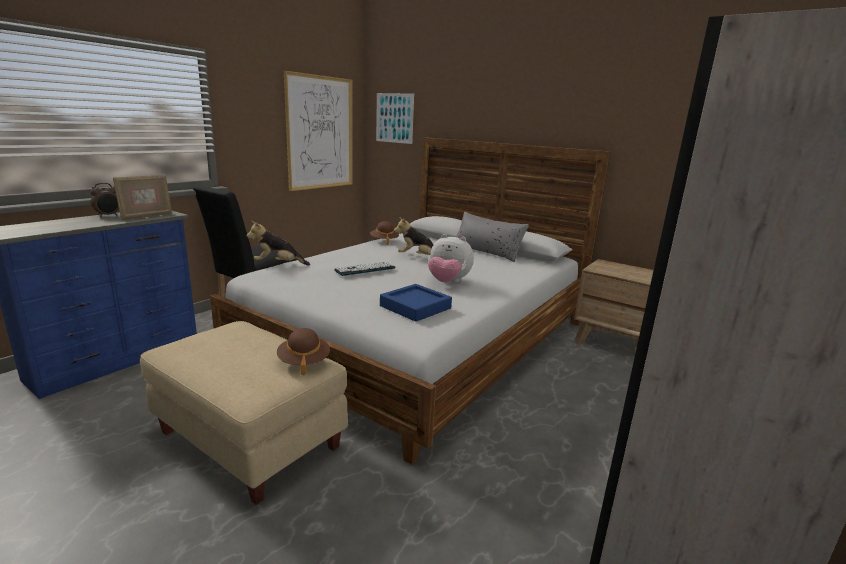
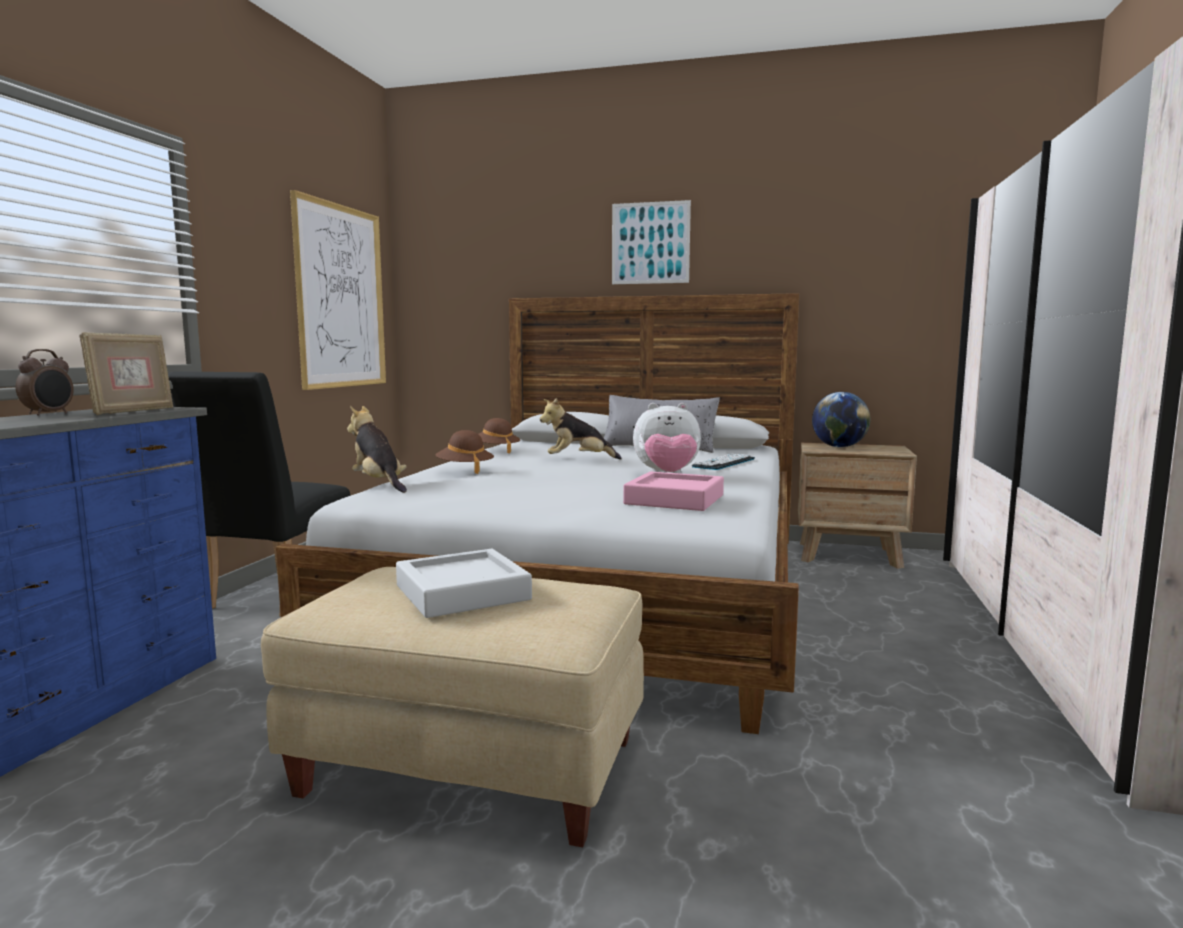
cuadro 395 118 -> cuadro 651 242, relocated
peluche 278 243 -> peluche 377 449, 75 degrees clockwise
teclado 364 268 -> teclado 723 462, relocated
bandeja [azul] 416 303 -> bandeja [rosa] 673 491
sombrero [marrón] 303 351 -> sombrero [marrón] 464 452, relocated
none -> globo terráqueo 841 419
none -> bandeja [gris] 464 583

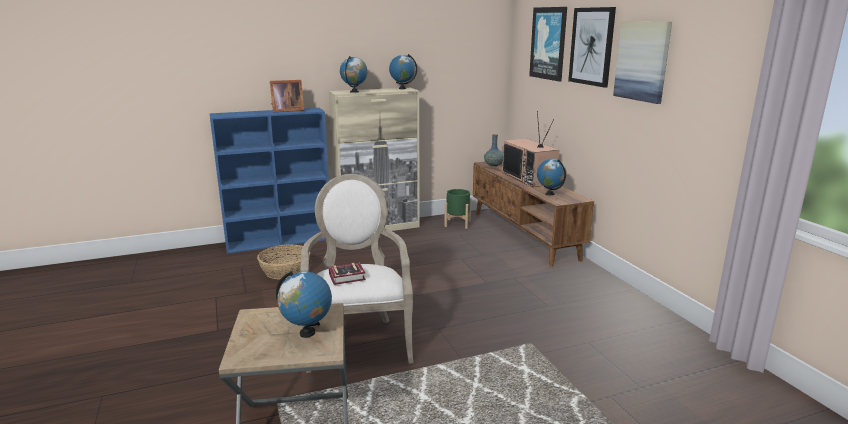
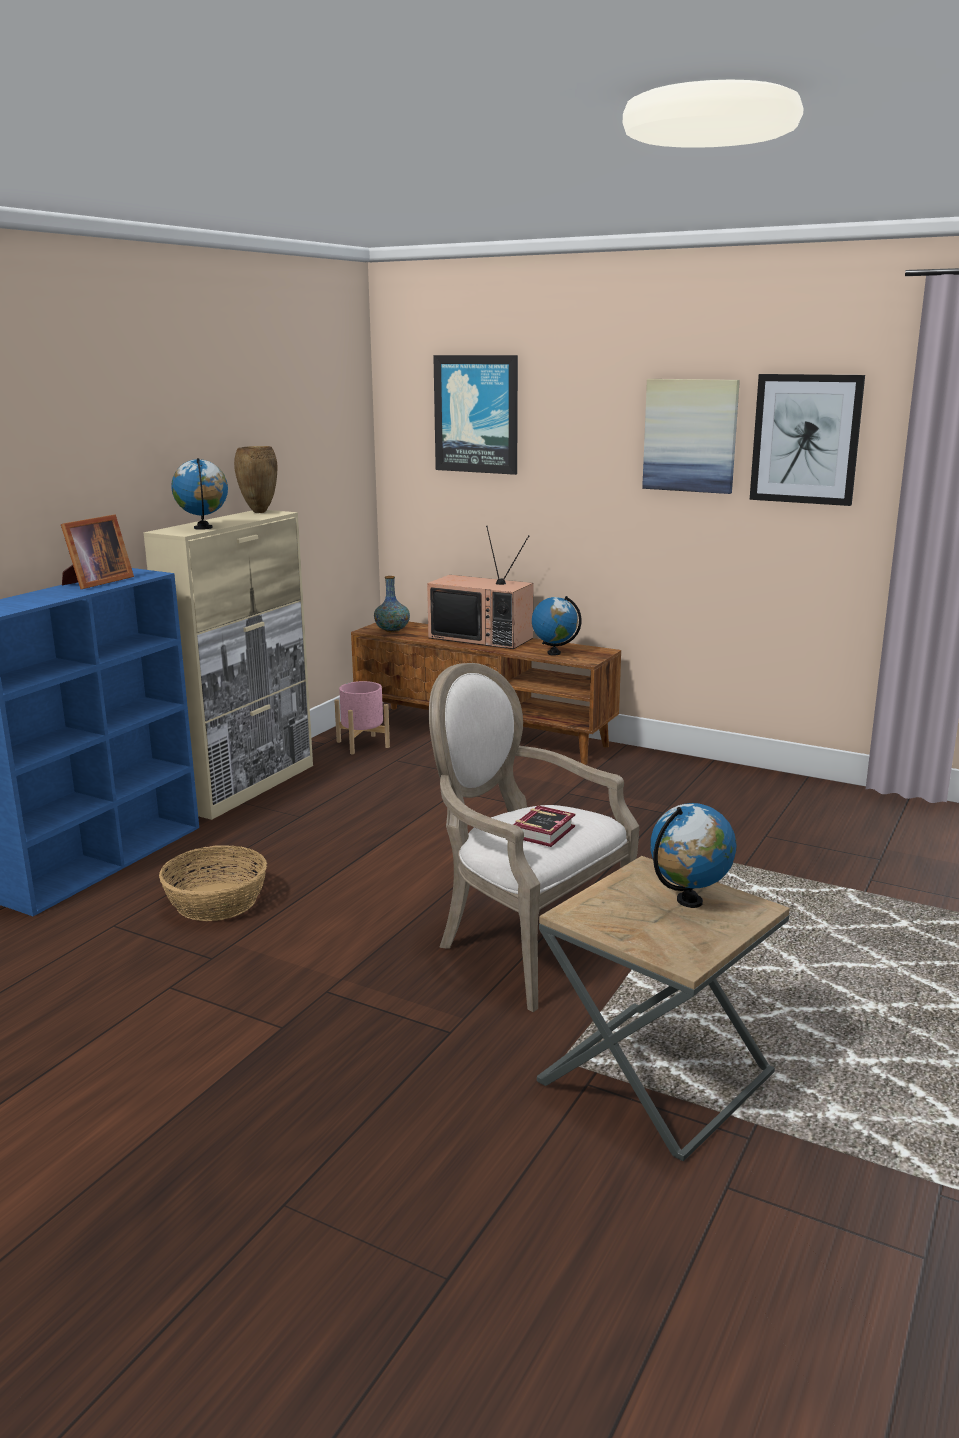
cuadro 592 47 -> cuadro 807 440, relocated
globo terráqueo 403 71 -> florero [marrón] 255 479
maceta [verde] 457 209 -> maceta [rosa] 362 717

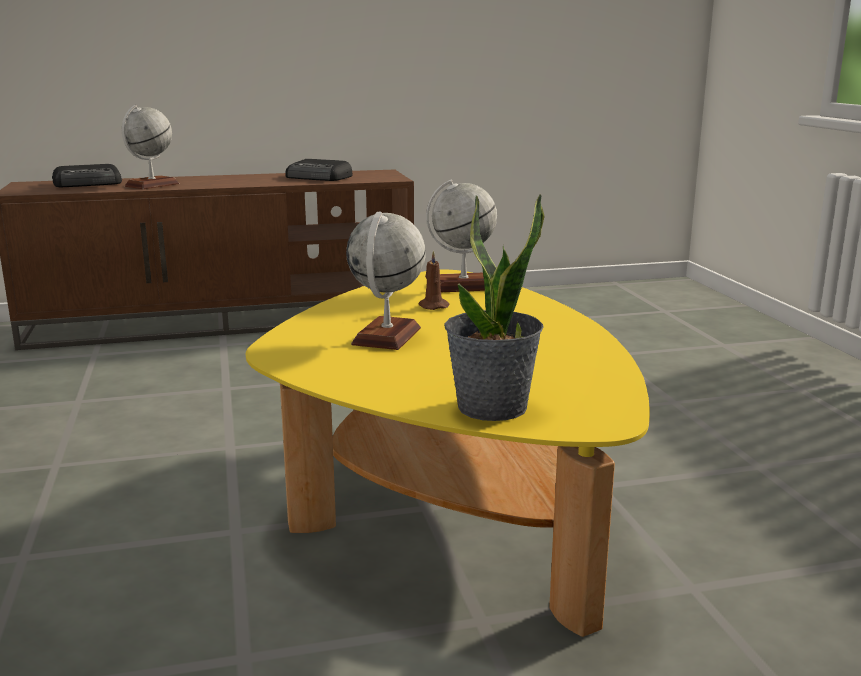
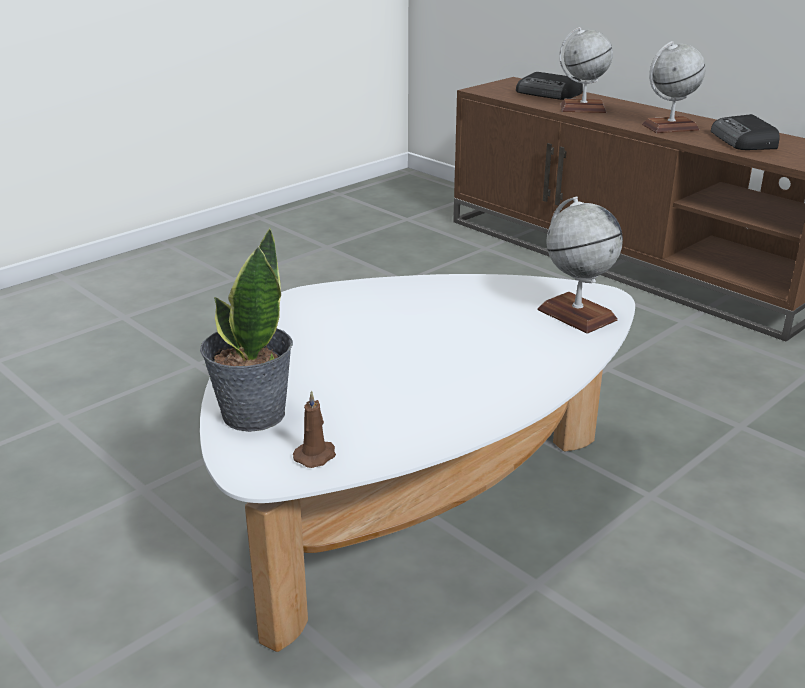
globo terráqueo 385 280 -> globo terráqueo 674 87, relocated
vela [marrón] 434 280 -> vela [marrón] 314 429, relocated
mesa de centro [amarillo] 448 453 -> mesa de centro [blanco] 417 463

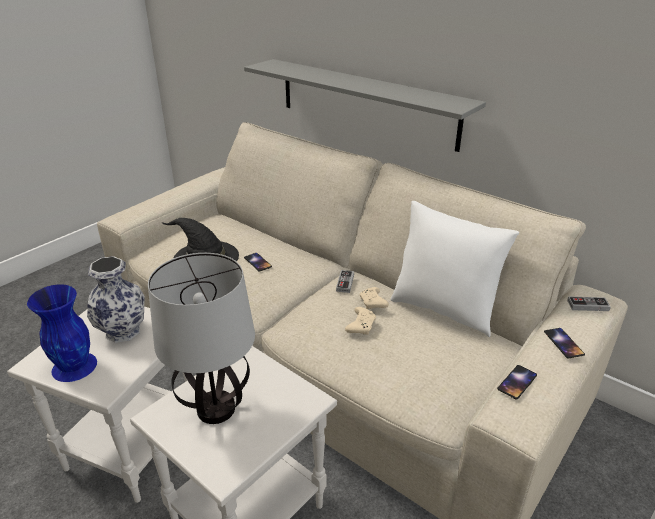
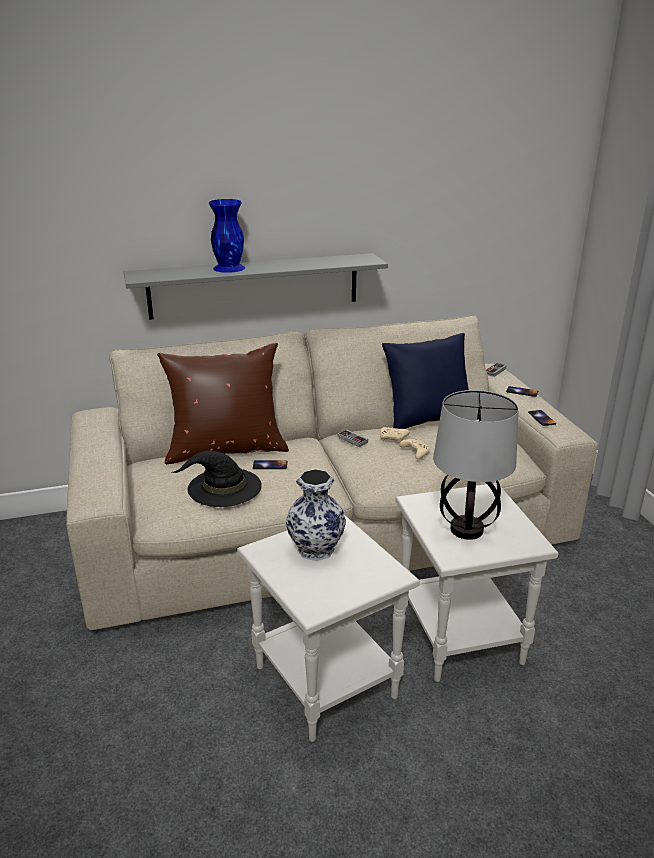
cojín [blanco] 455 269 -> cojín [azul] 425 381
florero [azul] 62 333 -> florero [azul] 227 236, relocated
none -> cojín [marrón] 223 403

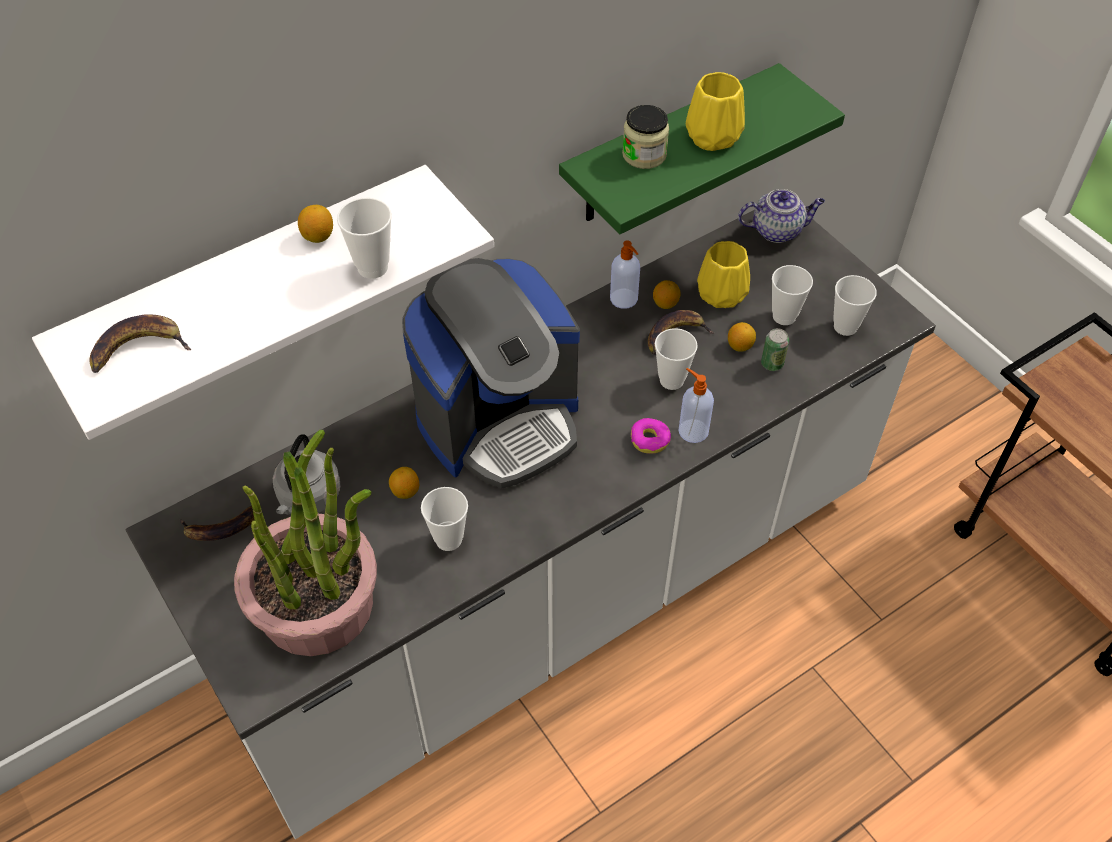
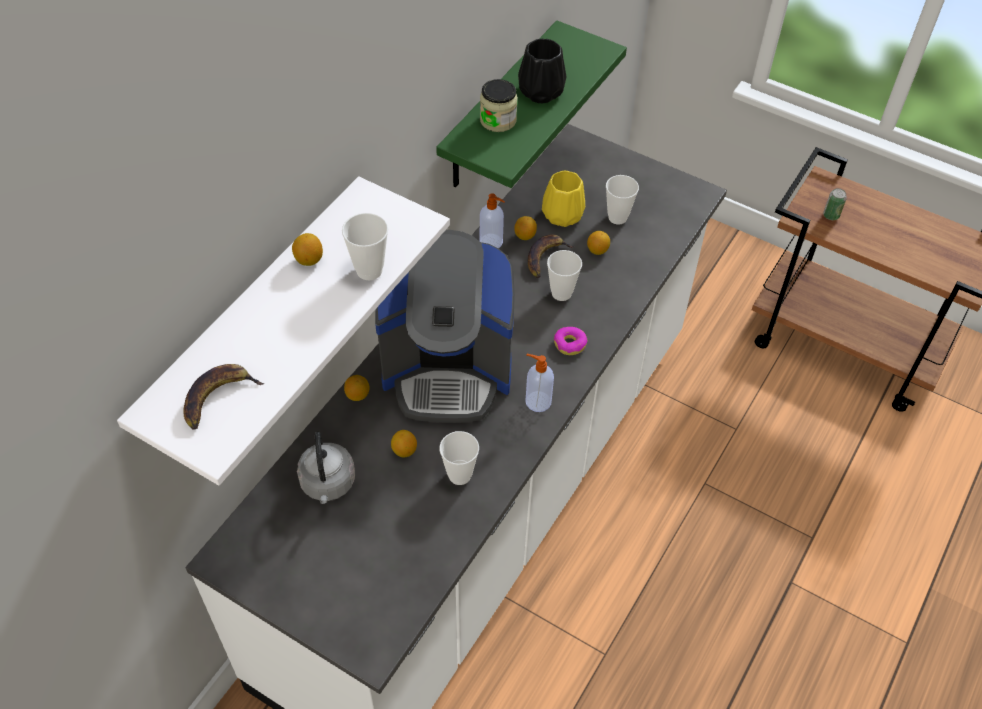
florero [amarillo] 715 111 -> florero [negro] 542 71
tetera 781 216 -> none
cafetera 491 373 -> cafetera 445 326, 60 degrees clockwise
taza 855 305 -> none
lata 775 349 -> lata 835 204, relocated
dispensador de jabón 696 405 -> dispensador de jabón 539 383, relocated
planta en maceta 305 543 -> none
plátano 217 523 -> none
none -> limón 357 388

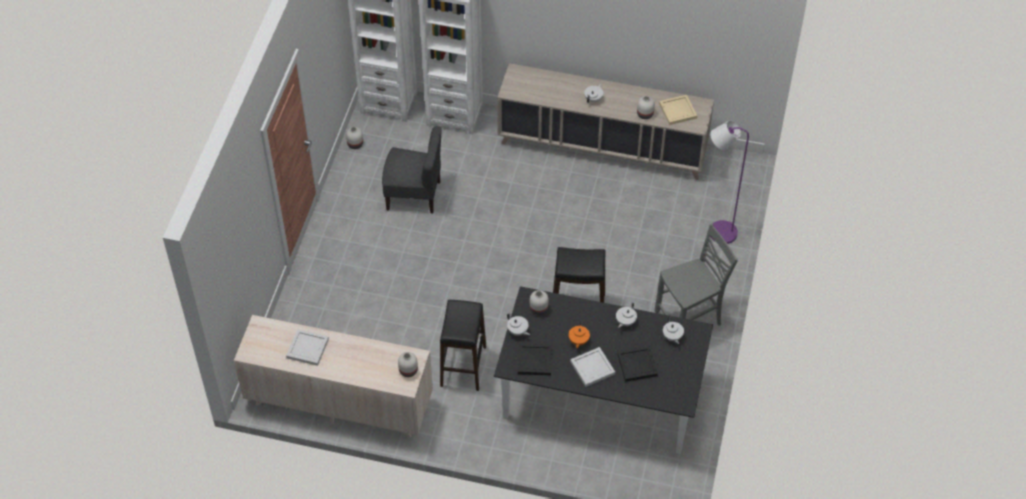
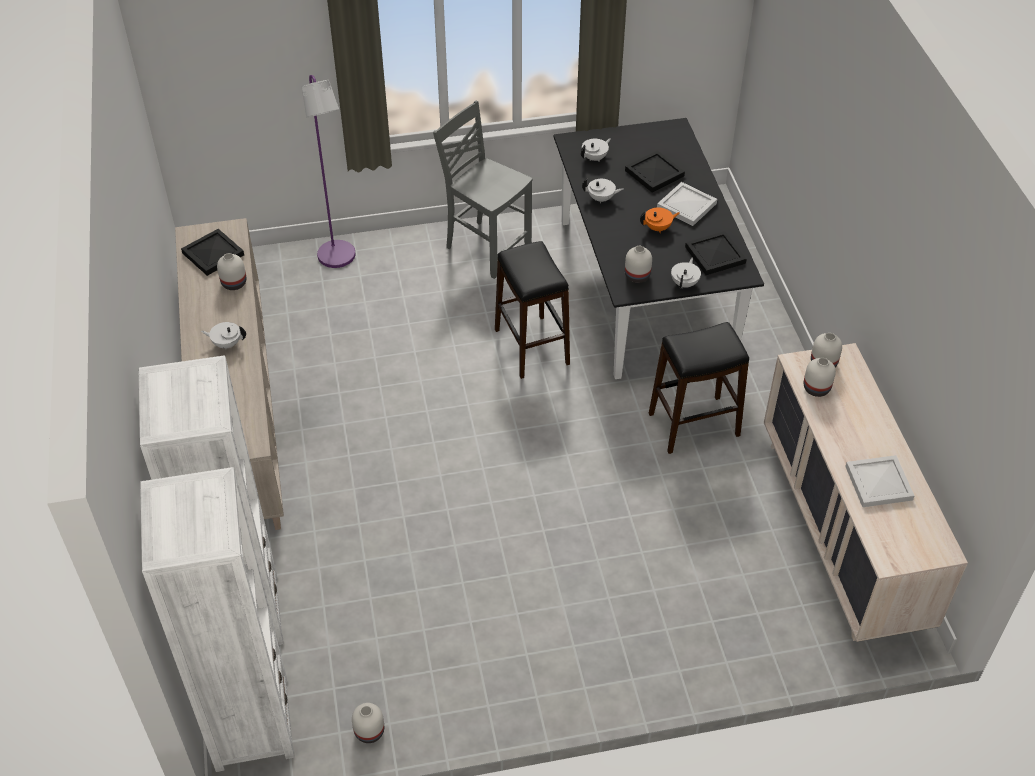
bandeja [beis] 678 110 -> bandeja [negro] 212 252
silla [gris] 412 169 -> none
none -> florero [blanco] 820 377

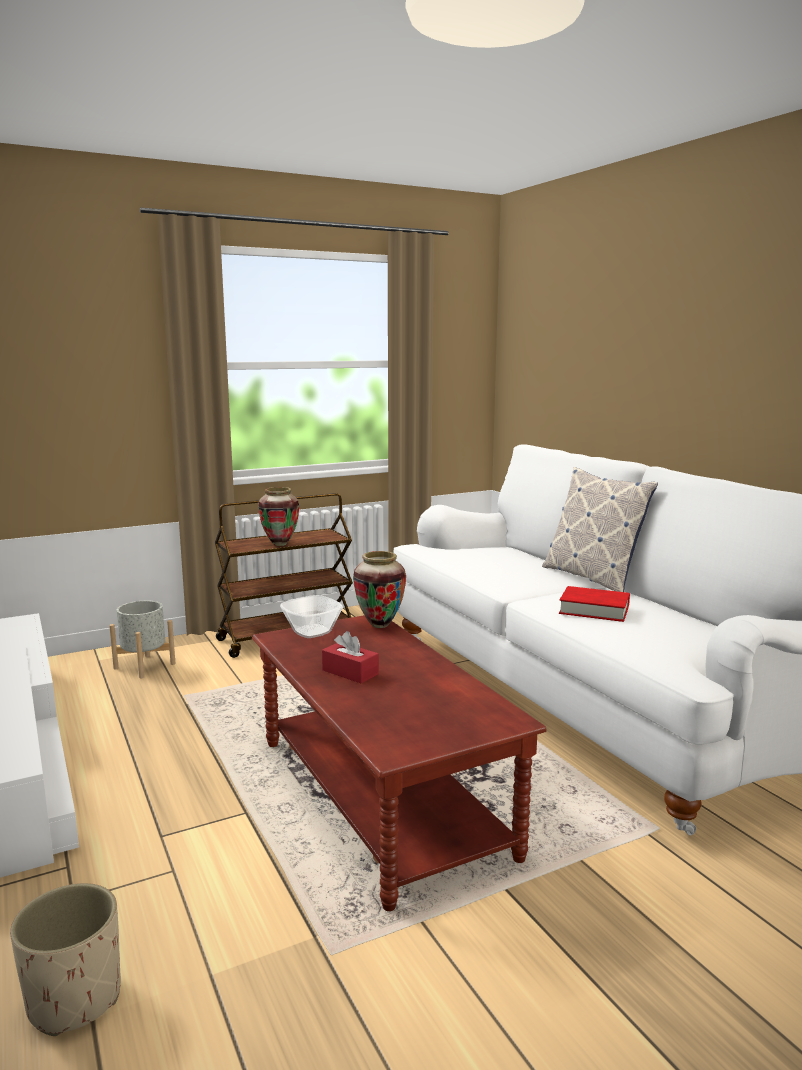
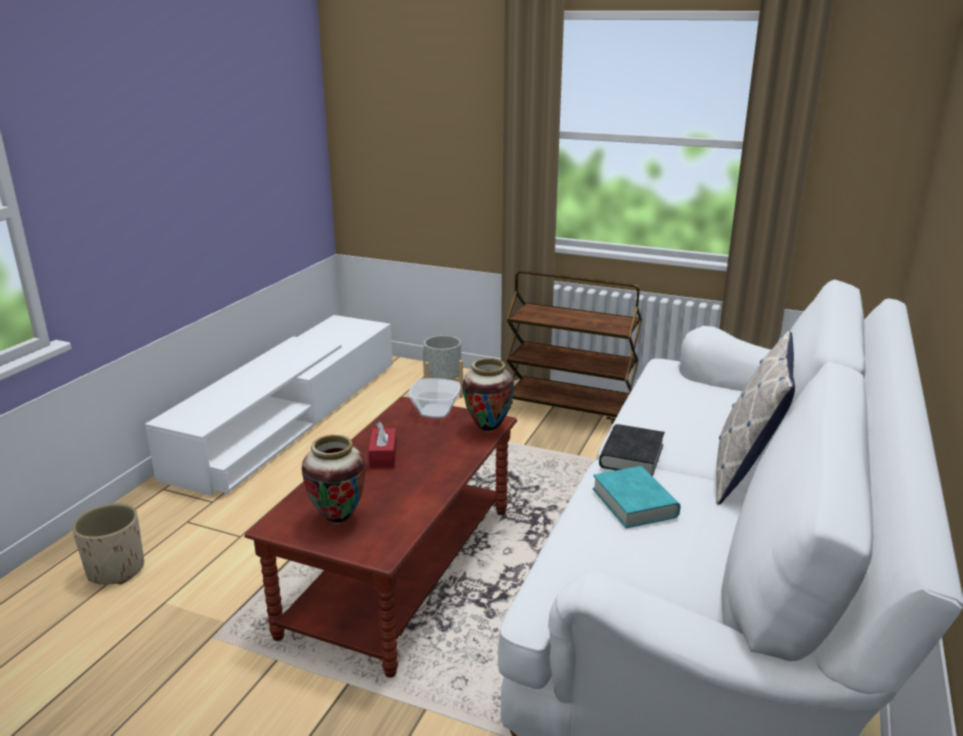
florero 278 516 -> florero 334 479, relocated
libro [rojo] 594 604 -> libro [turquesa] 636 497
none -> libro [negro] 632 450

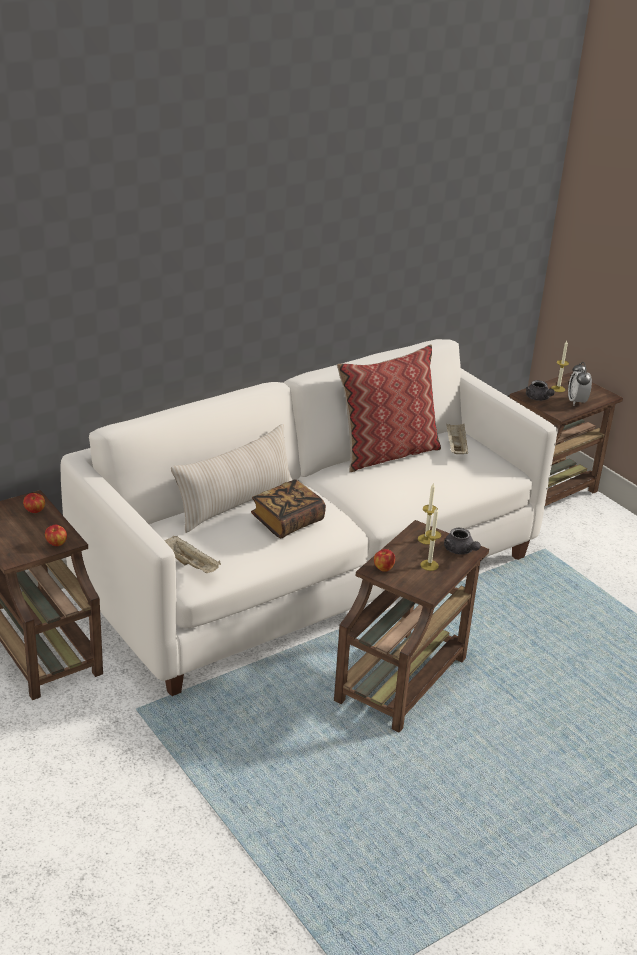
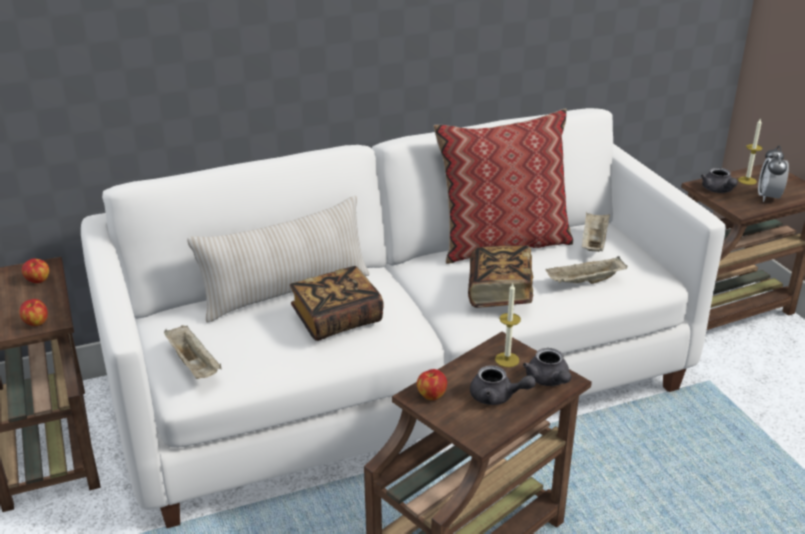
vela 430 539 -> tetera [gris] 503 385
none -> libro 500 276
none -> bandeja [beis] 586 270

